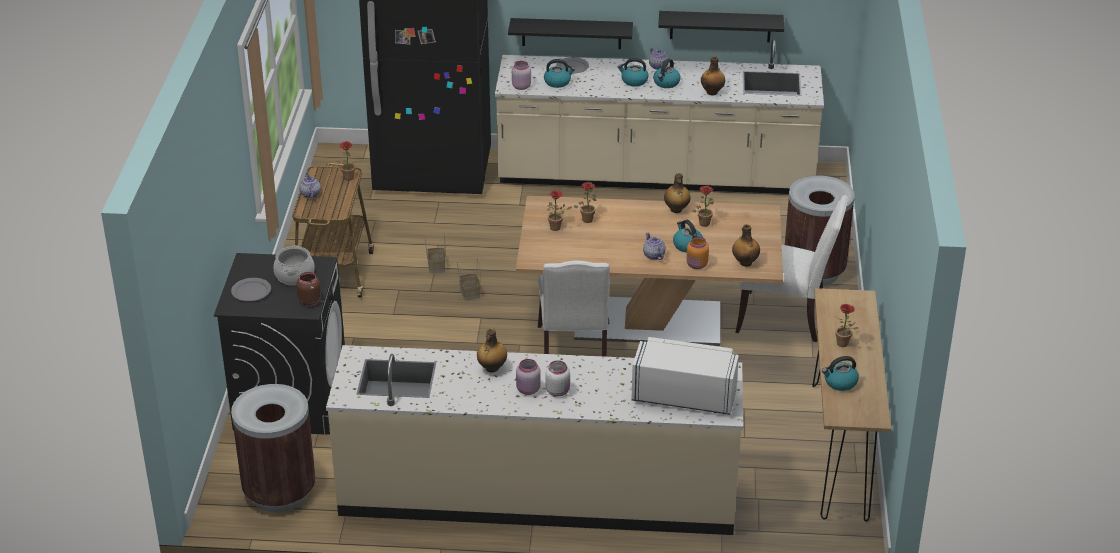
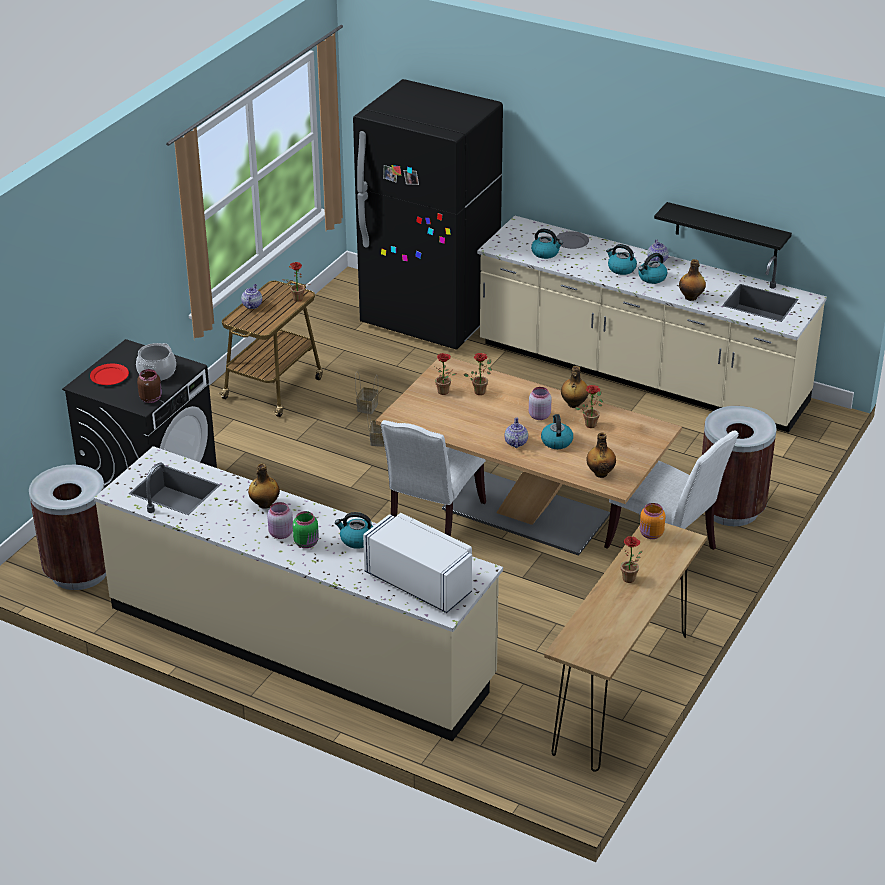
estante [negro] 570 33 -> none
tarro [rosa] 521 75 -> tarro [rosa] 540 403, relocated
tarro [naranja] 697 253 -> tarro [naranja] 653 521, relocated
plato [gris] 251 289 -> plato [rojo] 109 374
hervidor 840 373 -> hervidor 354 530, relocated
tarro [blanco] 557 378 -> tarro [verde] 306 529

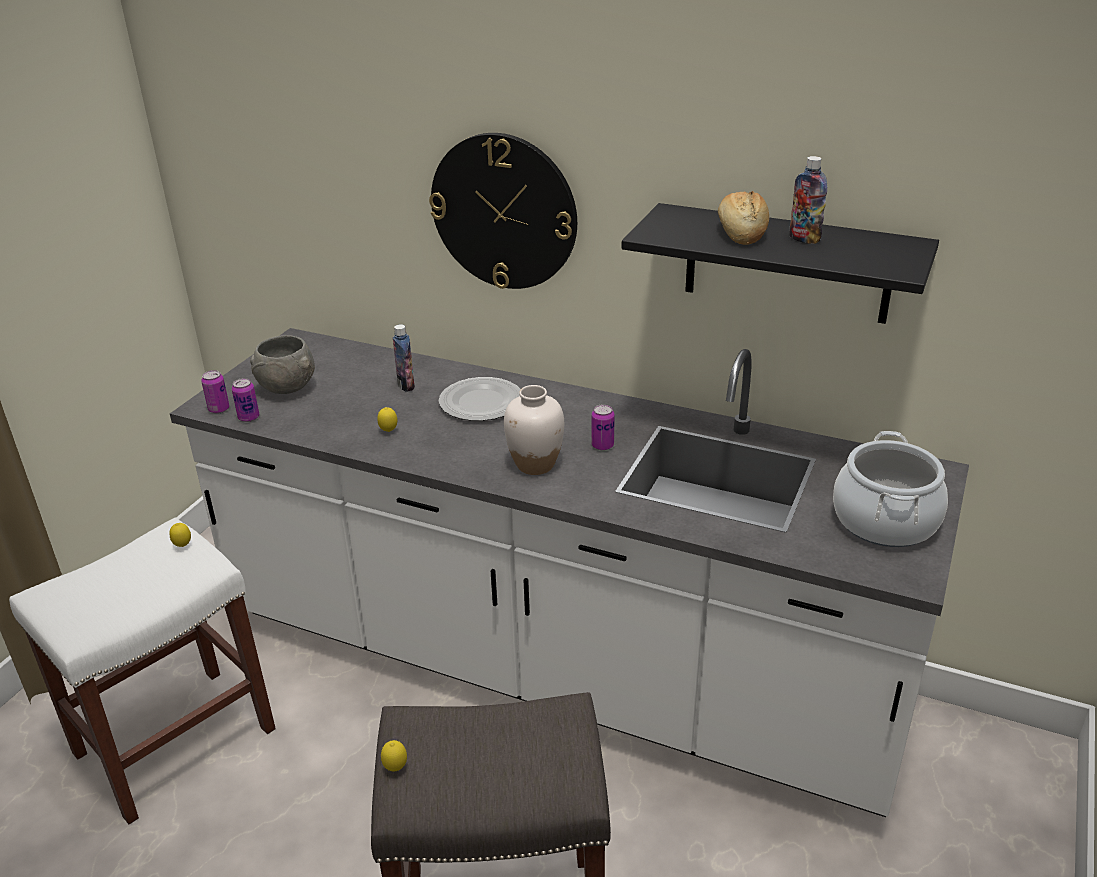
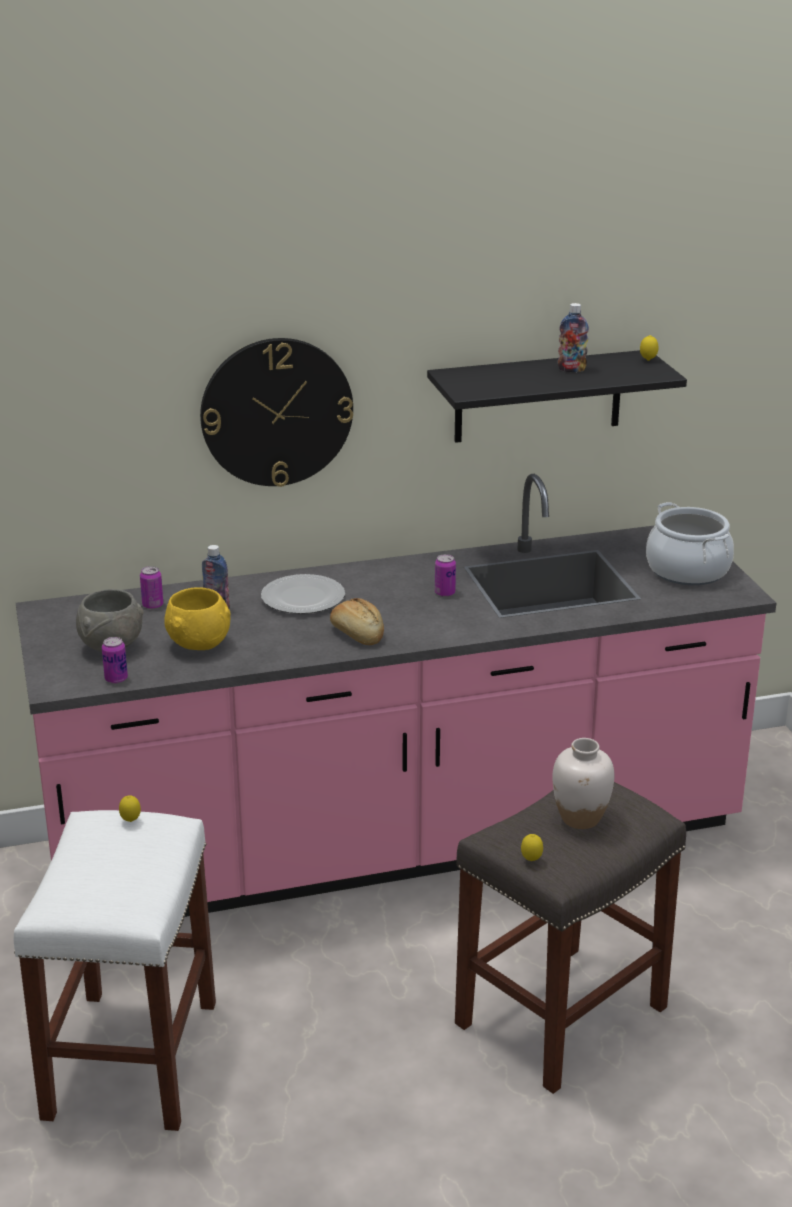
pan 743 218 -> pan 357 621, relocated
mueble bajo de cocina [blanco] 569 572 -> mueble bajo de cocina [rosa] 396 695
lata 215 392 -> lata 151 587, relocated
florero [blanco] 534 430 -> florero [blanco] 583 783, relocated
limón 387 419 -> limón 649 348, relocated
none -> cuenco [amarillo] 197 618

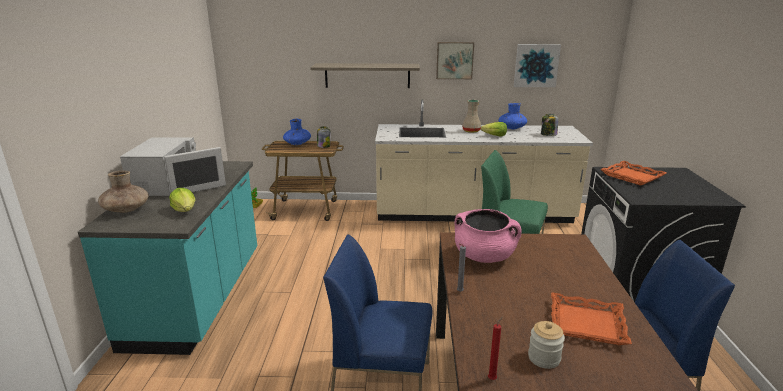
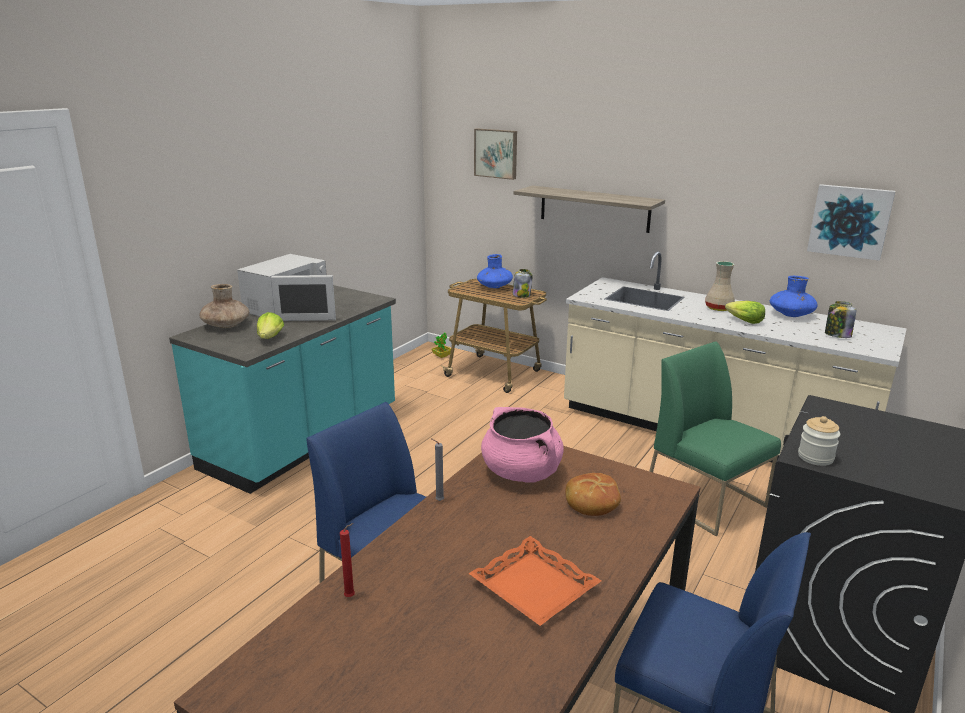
cuadro 455 60 -> cuadro 495 154, relocated
bandeja [naranja] 634 173 -> none
tarro 546 345 -> tarro 819 441, relocated
none -> pan 593 494

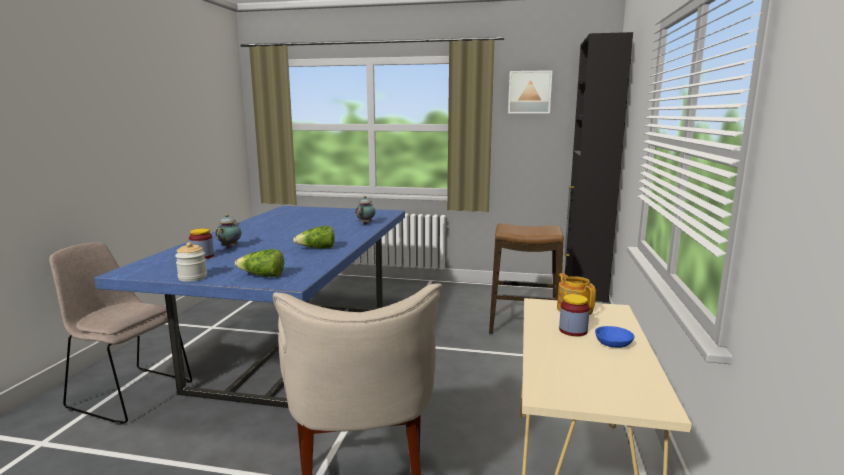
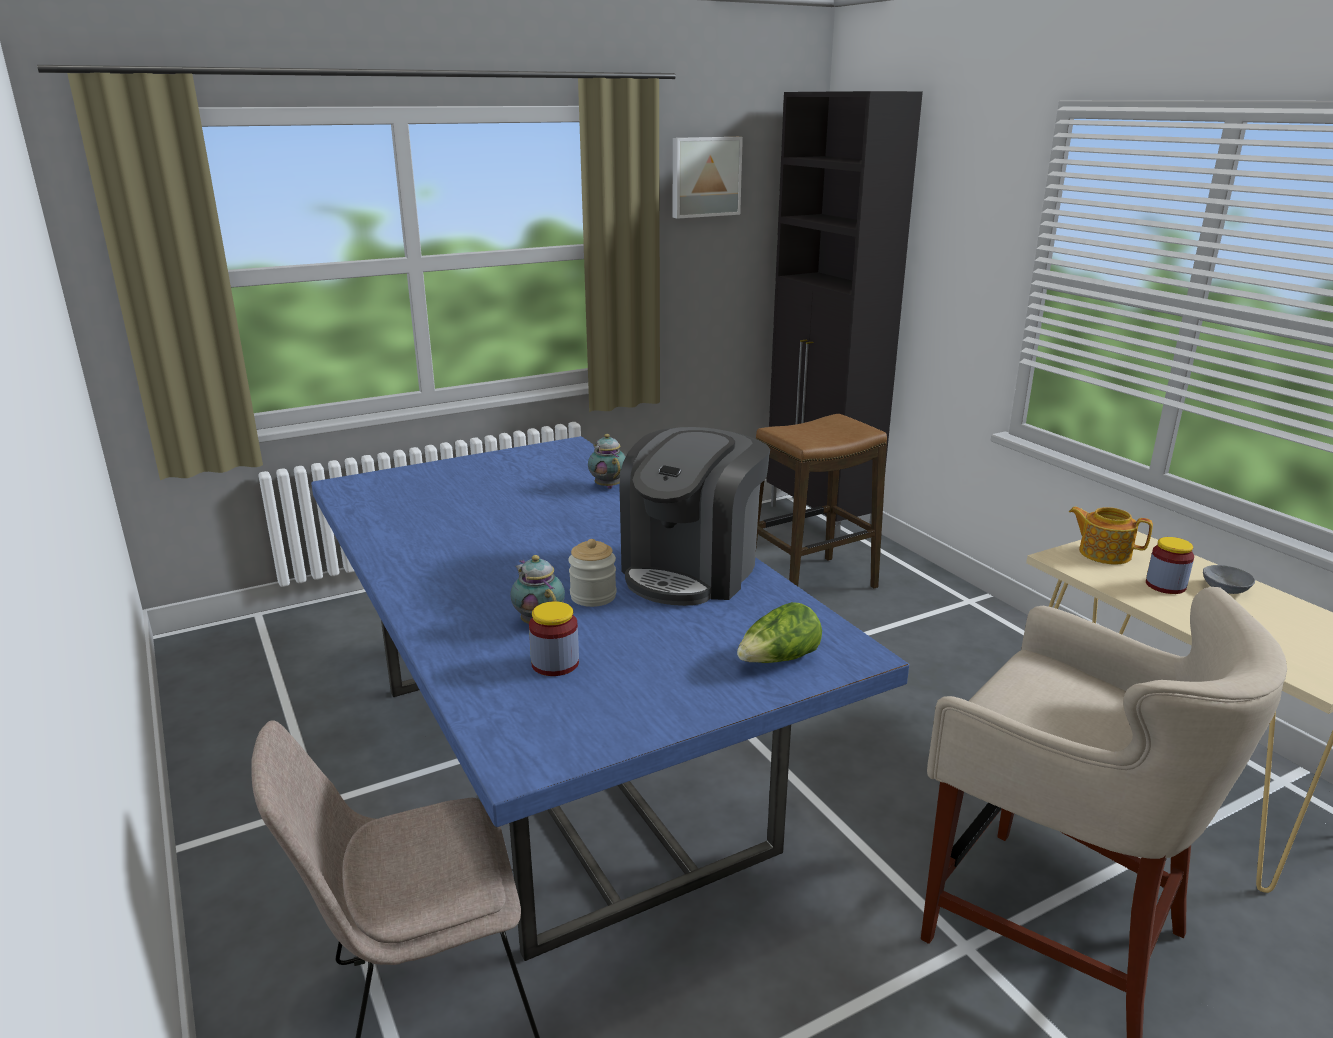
lechuga 314 237 -> cafetera 694 516
tarro 191 262 -> tarro 592 573, relocated
cuenco [azul] 614 337 -> cuenco [gris] 1229 579

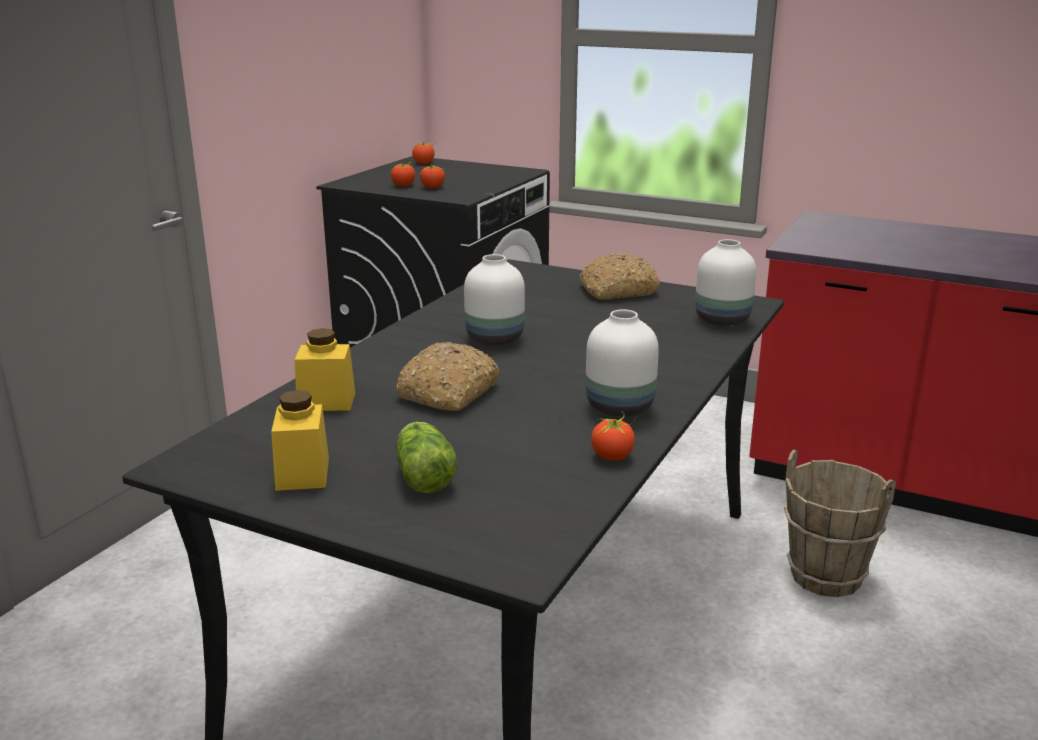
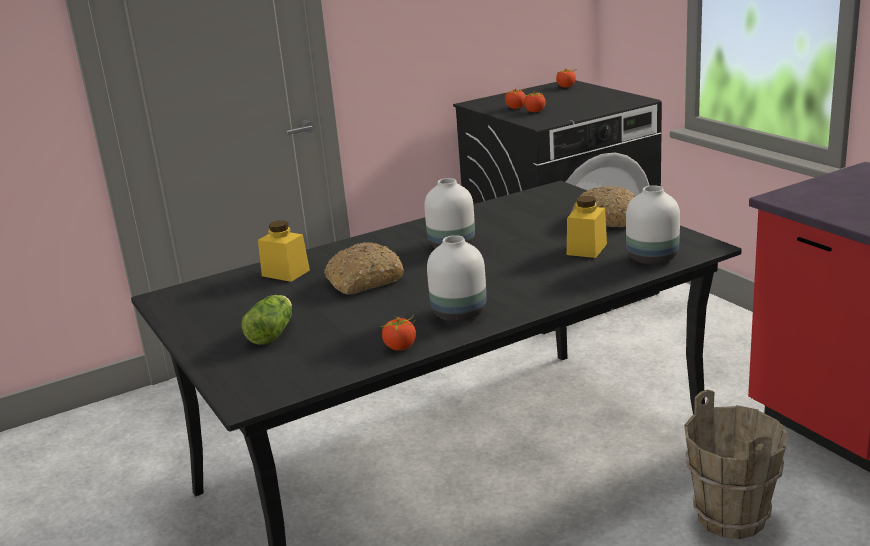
tarro [amarillo] 300 440 -> tarro [amarillo] 587 227, relocated

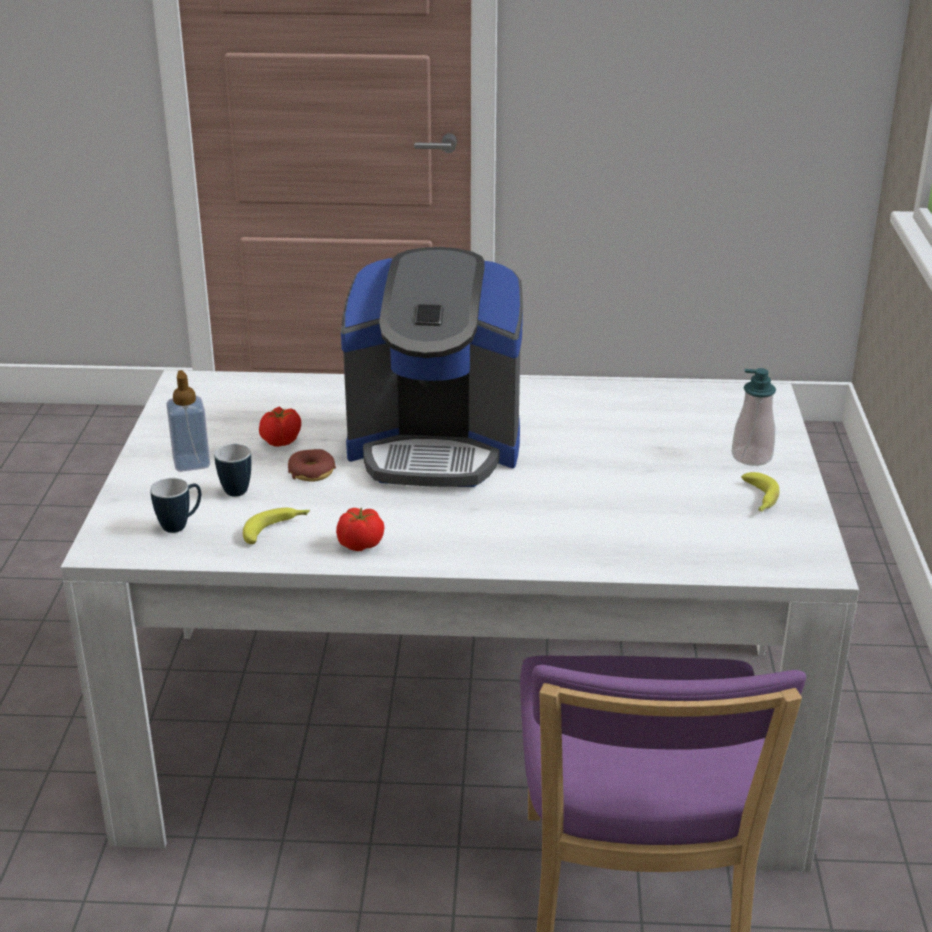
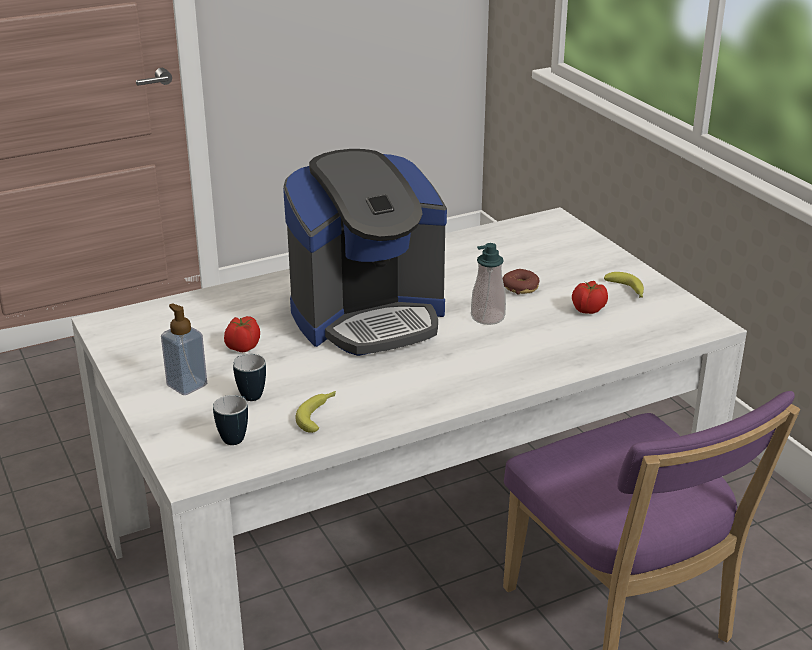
dispensador de jabón 754 417 -> dispensador de jabón 488 284, relocated
rosquilla 312 465 -> rosquilla 521 282, relocated
tomate 360 529 -> tomate 590 297, relocated

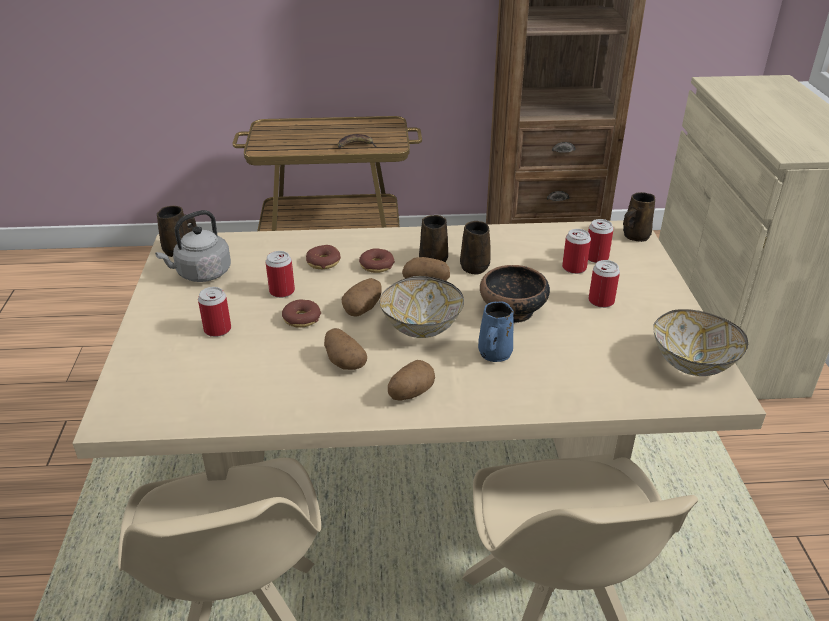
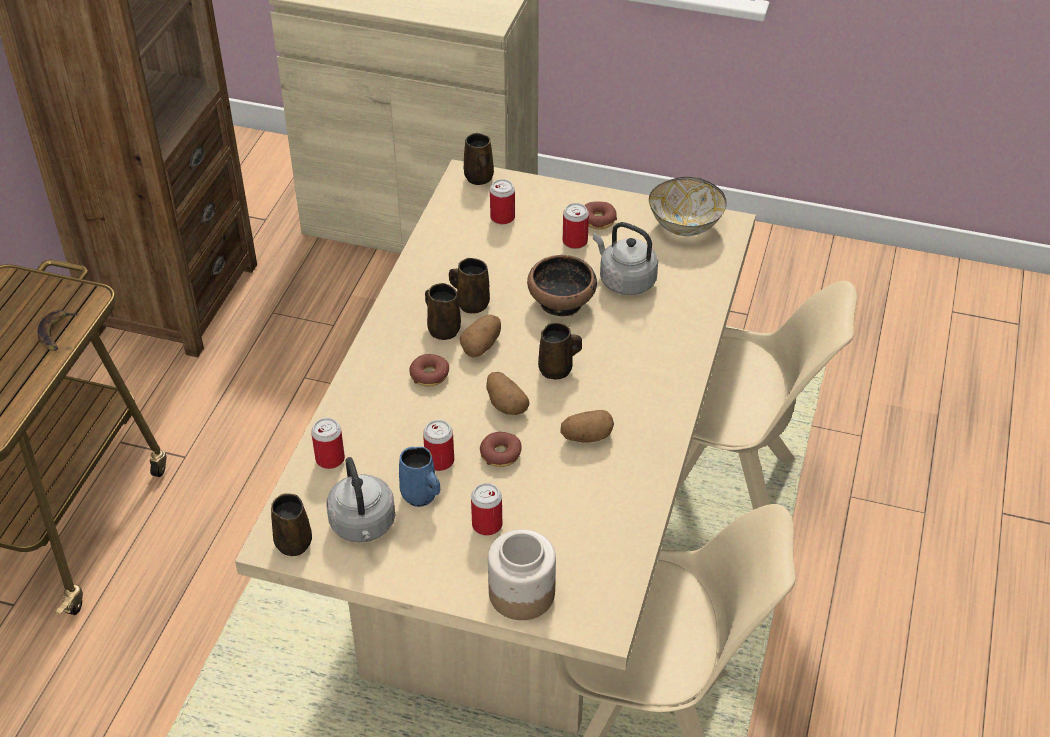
lata 576 251 -> lata 328 443, relocated
rosquilla 323 257 -> rosquilla 600 215, relocated
cuenco 422 307 -> taza grande [marrón] 560 351
taza grande [azul] 496 332 -> taza grande [azul] 419 477, relocated
patata 411 380 -> none
none -> hervidor [gris] 625 258
none -> tarro 522 574

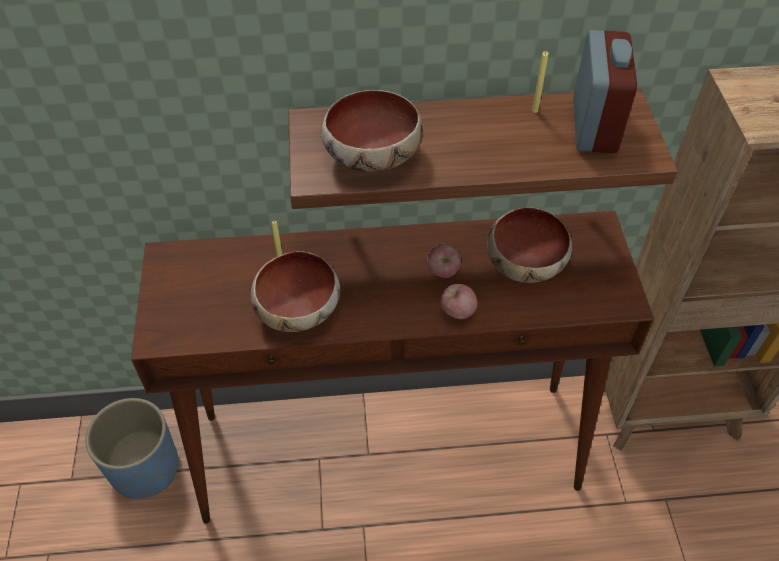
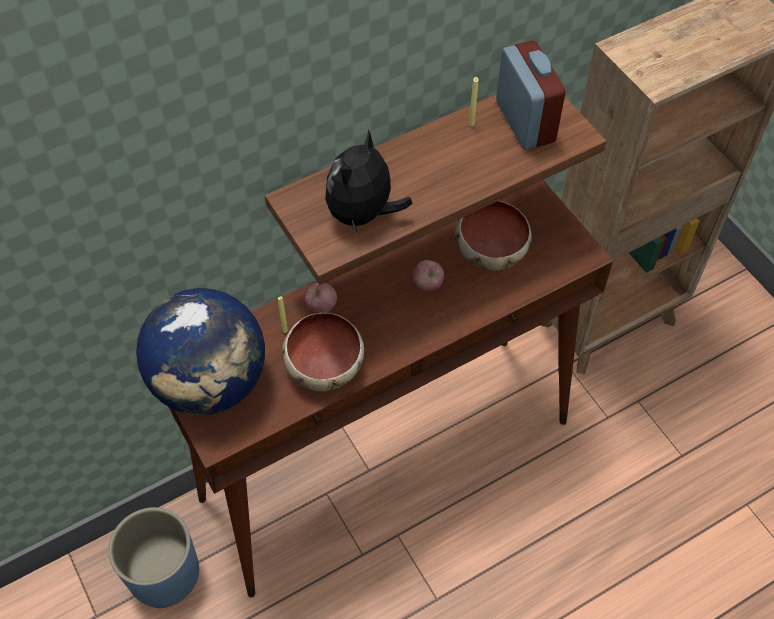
cuenco 372 131 -> peluche 369 181
manzana 458 301 -> manzana 320 297, relocated
none -> globo terráqueo 200 351

